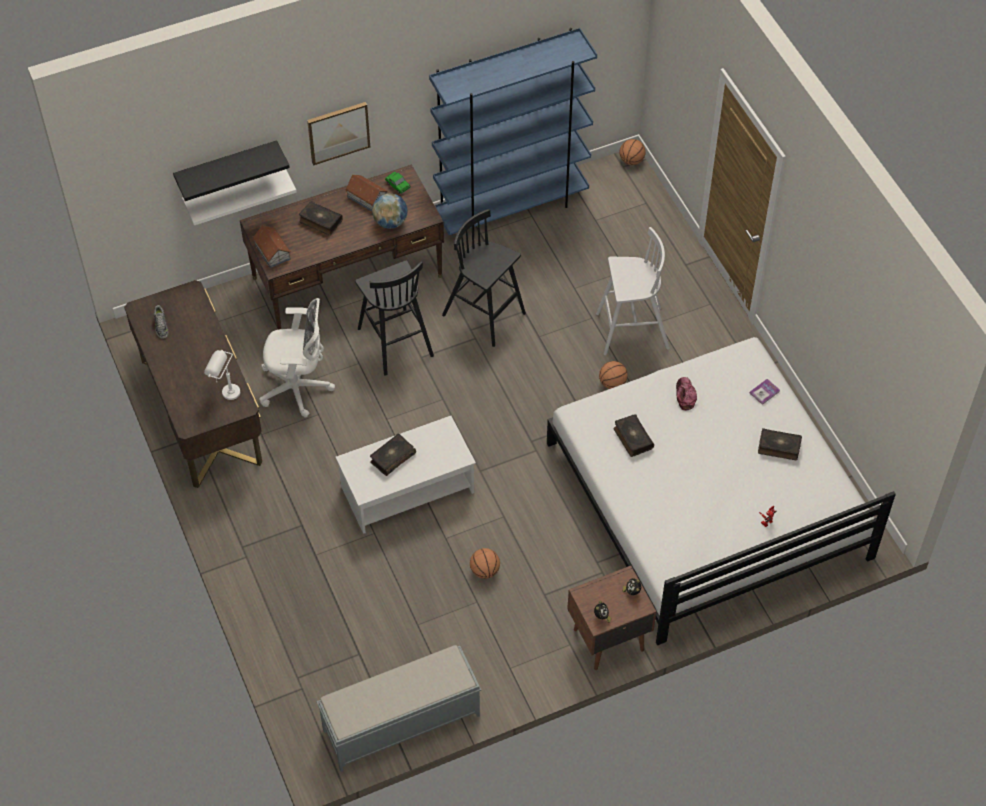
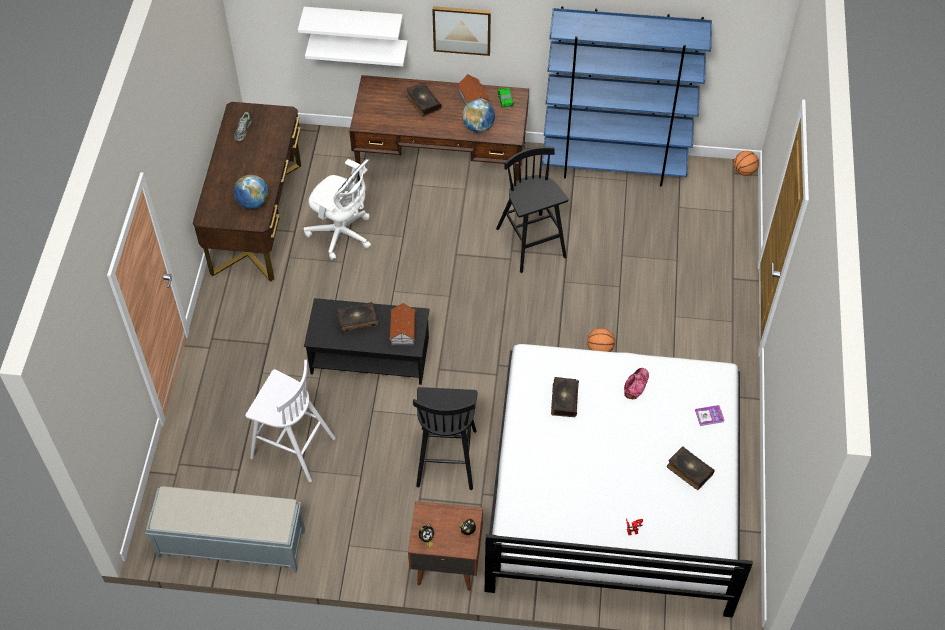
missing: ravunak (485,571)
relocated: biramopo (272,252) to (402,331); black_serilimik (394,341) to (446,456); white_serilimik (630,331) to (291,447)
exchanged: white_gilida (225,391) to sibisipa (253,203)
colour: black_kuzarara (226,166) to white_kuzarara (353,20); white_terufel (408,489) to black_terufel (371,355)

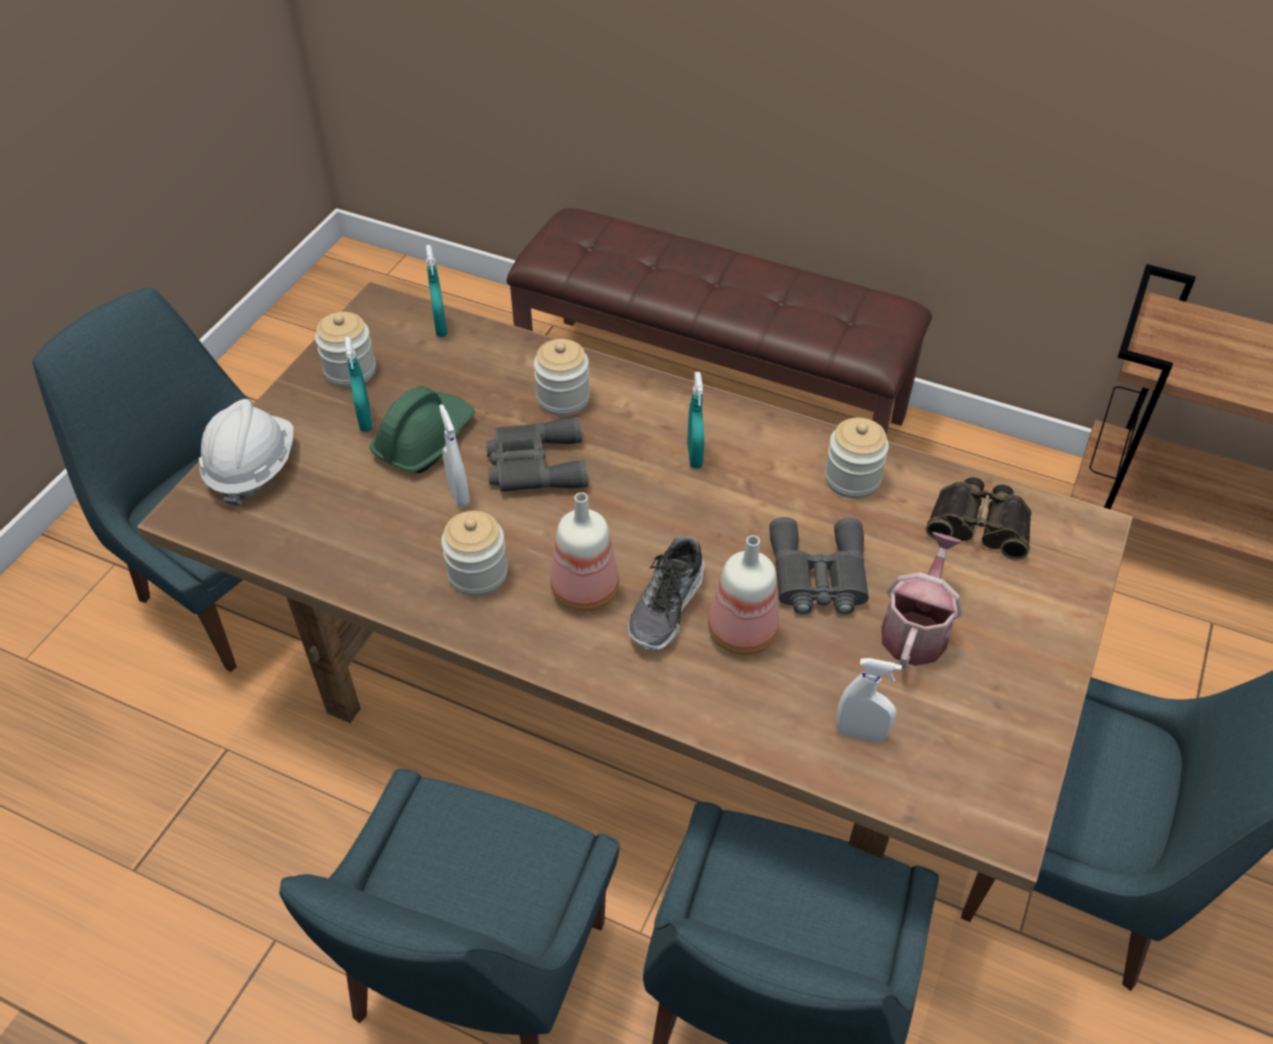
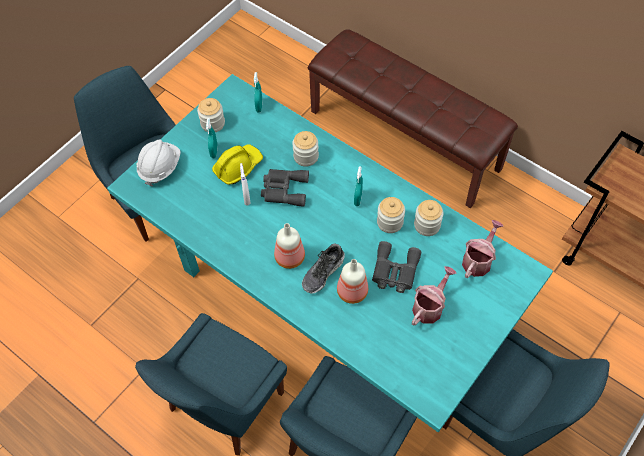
missing: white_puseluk (861,733)
relocated: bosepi (478,574) to (390,222)
exchanged: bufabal (980,523) to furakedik (478,260)
colour: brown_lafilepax (640,706) to turquoise_lafilepax (325,296); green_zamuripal (424,440) to yellow_zamuripal (238,167)

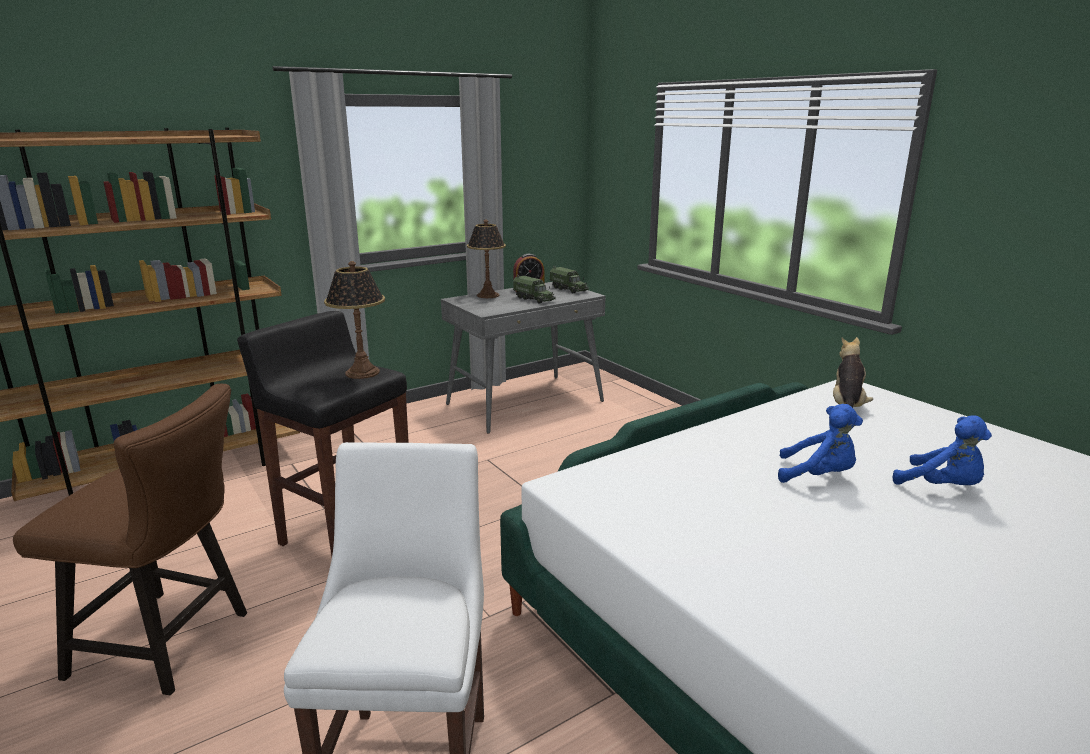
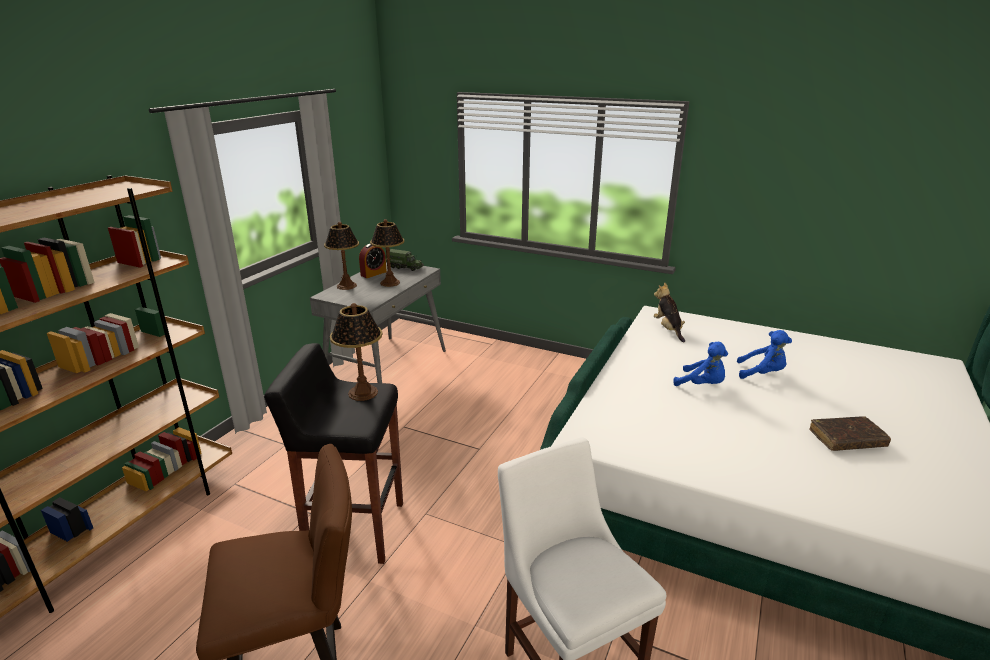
appeared: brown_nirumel (847,439)
exchanged: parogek (534,299) to gilida (390,283)
spun: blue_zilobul (818,476) = (702,385) 45 degrees clockwise

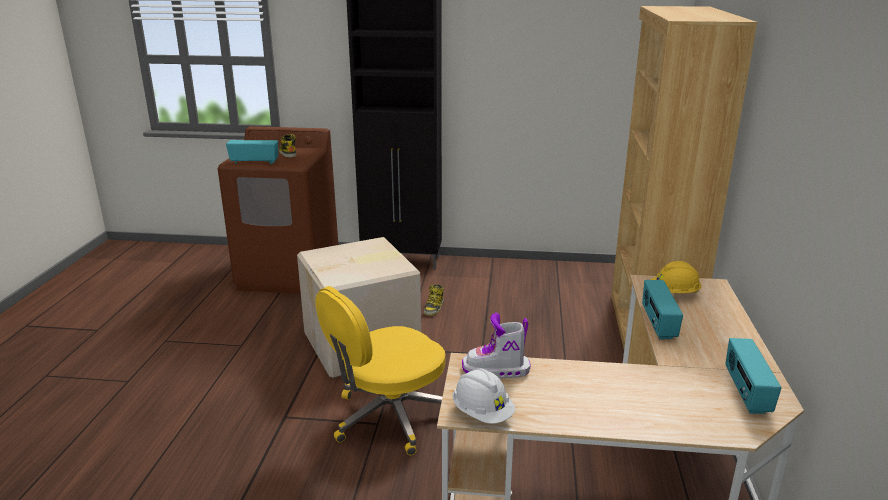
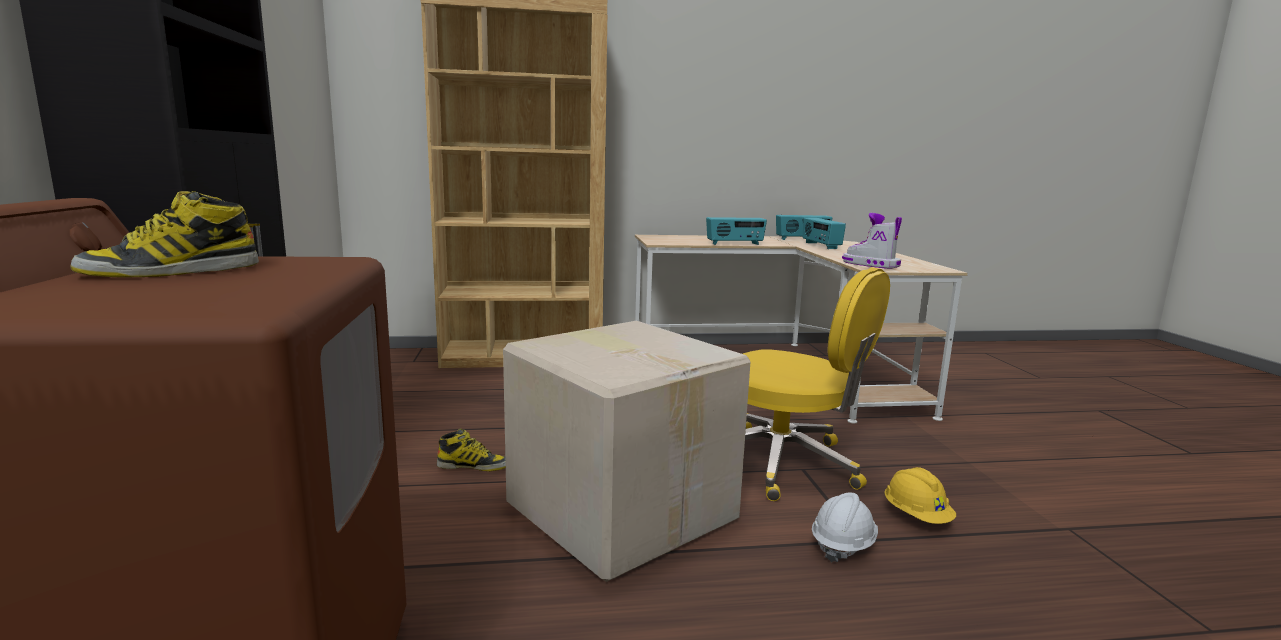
relocated: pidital (254,162) to (820,245); white_zamuripal (482,413) to (842,545); yellow_zamuripal (673,294) to (916,516)
spun: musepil (496,370) = (870,264) 150 degrees clockwise

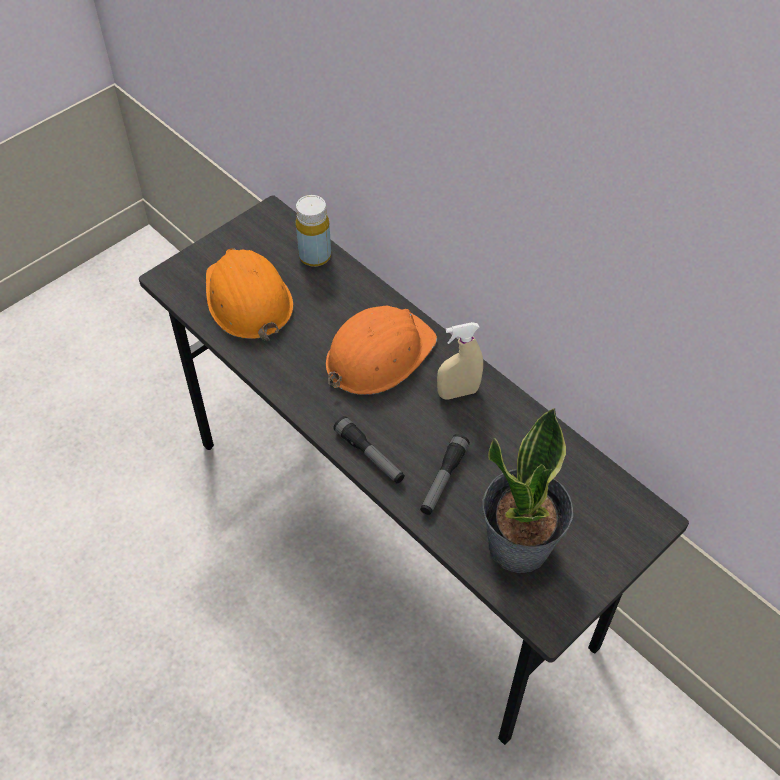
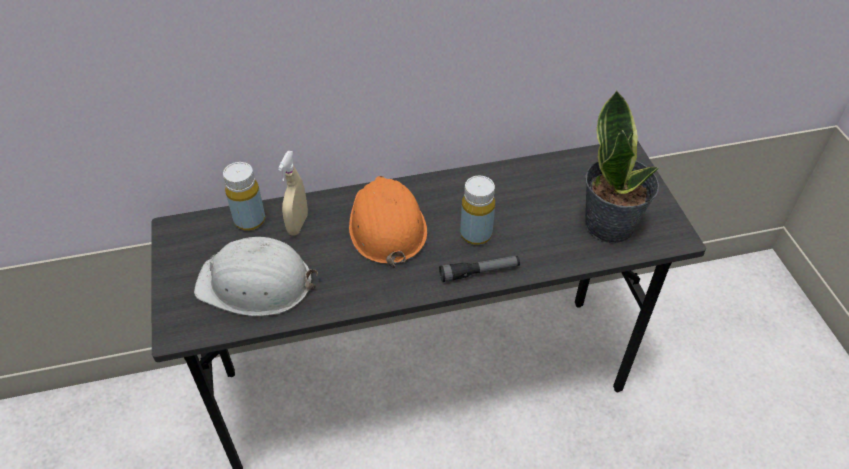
missing: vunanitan (443,479)
appeared: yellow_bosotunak (476,234)
relocated: beige_puseluk (458,392) to (298,224)
colour: orange_zamuripal (247,300) to white_zamuripal (256,284)

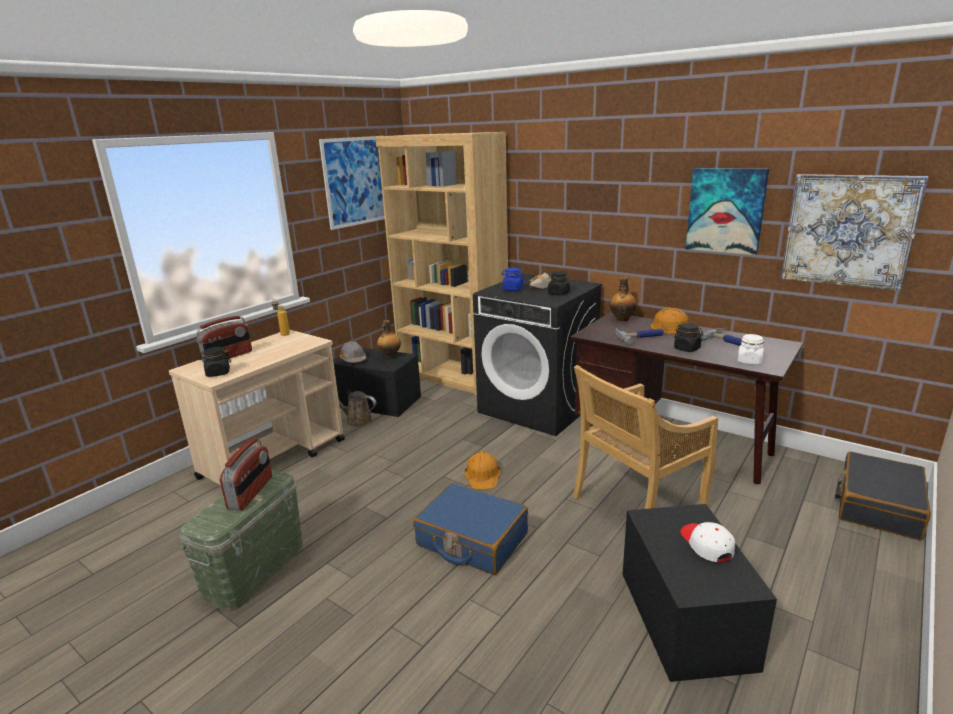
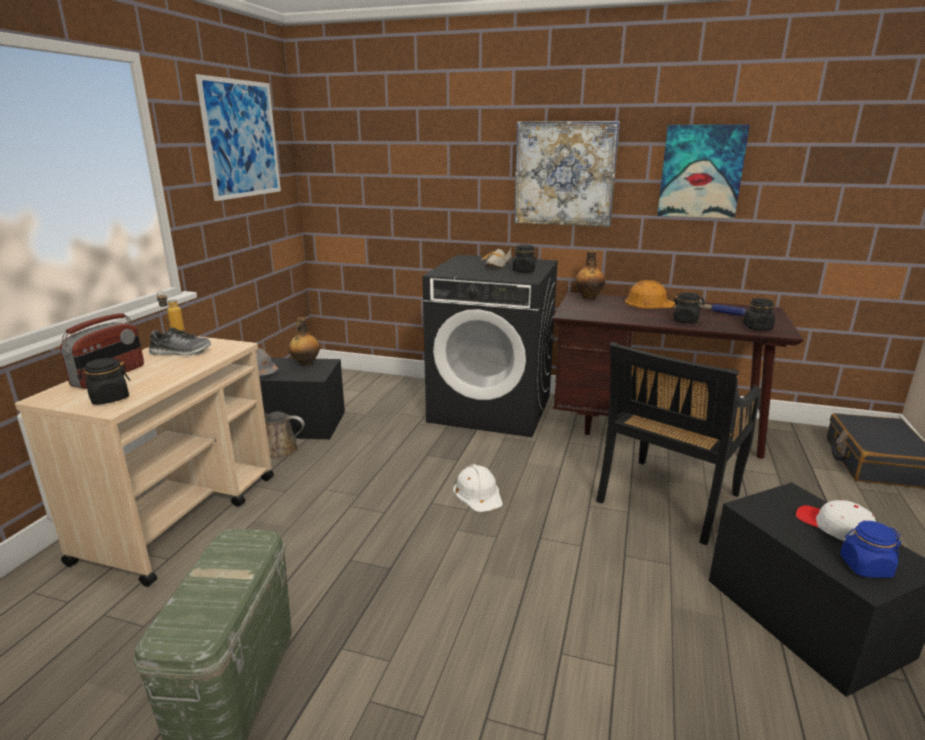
missing: pidital (251,493); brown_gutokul (453,376); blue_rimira (471,540); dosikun (640,337)
appeared: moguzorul (181,352)
relocated: blue_bosepi (512,289) to (865,567); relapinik (848,230) to (564,174)
colour: orange_zamuripal (483,475) to white_zamuripal (478,493); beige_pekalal (636,505) to black_pekalal (667,500); white_bosepi (749,361) to black_bosepi (757,327)

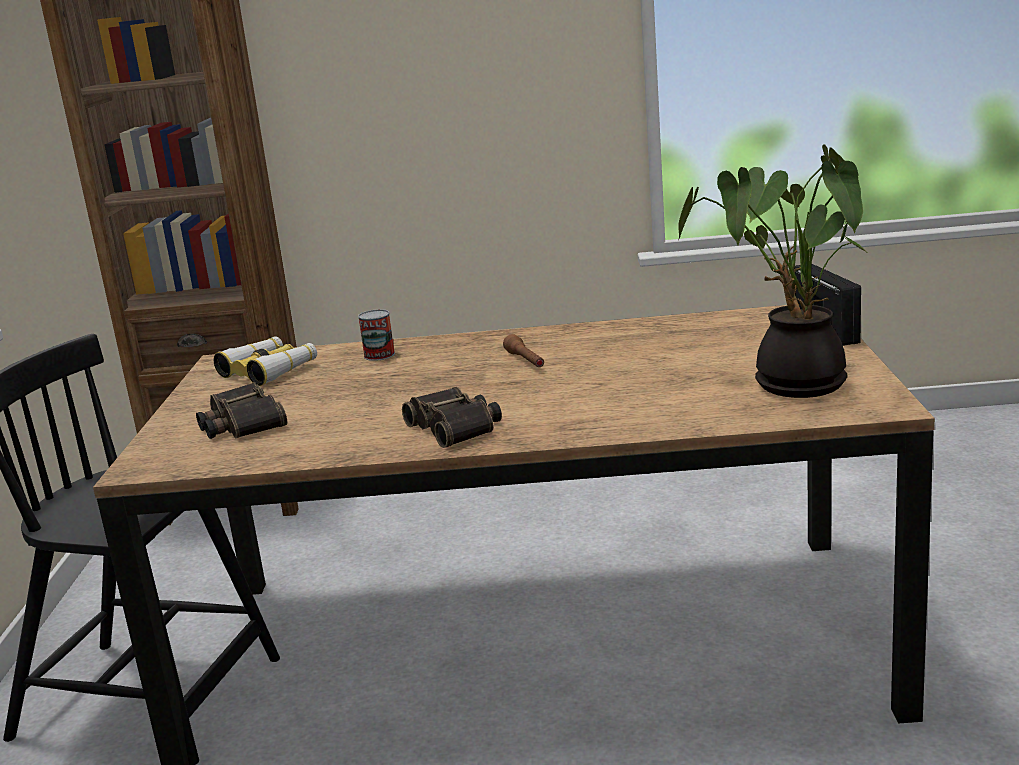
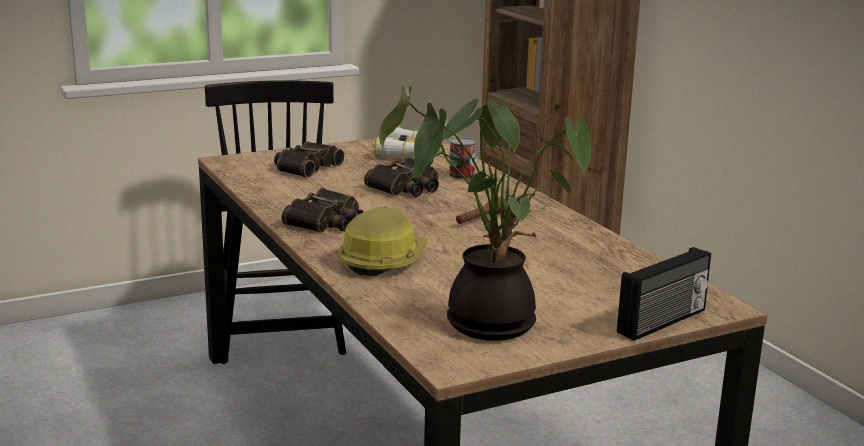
appeared: zamuripal (383,261); bufabal (406,187)

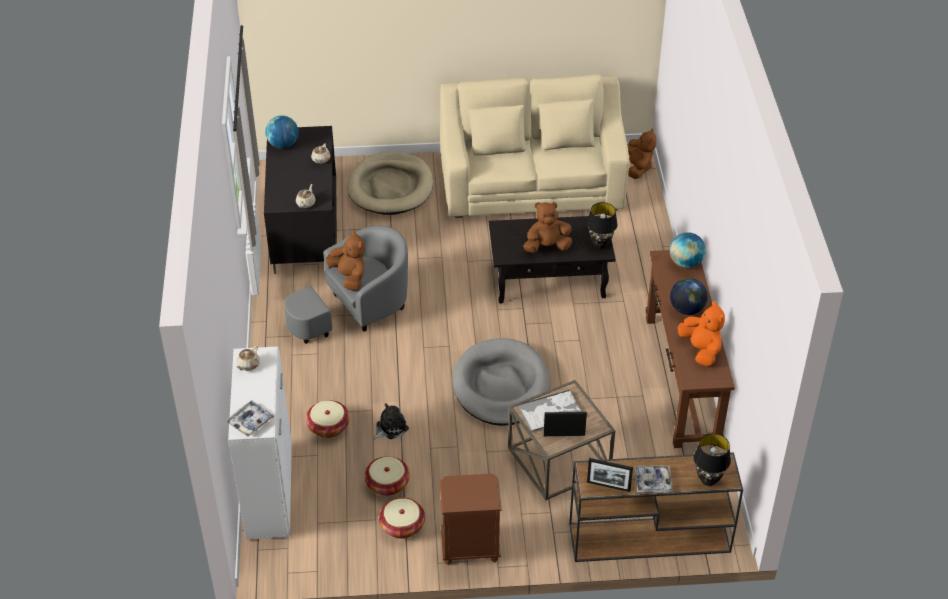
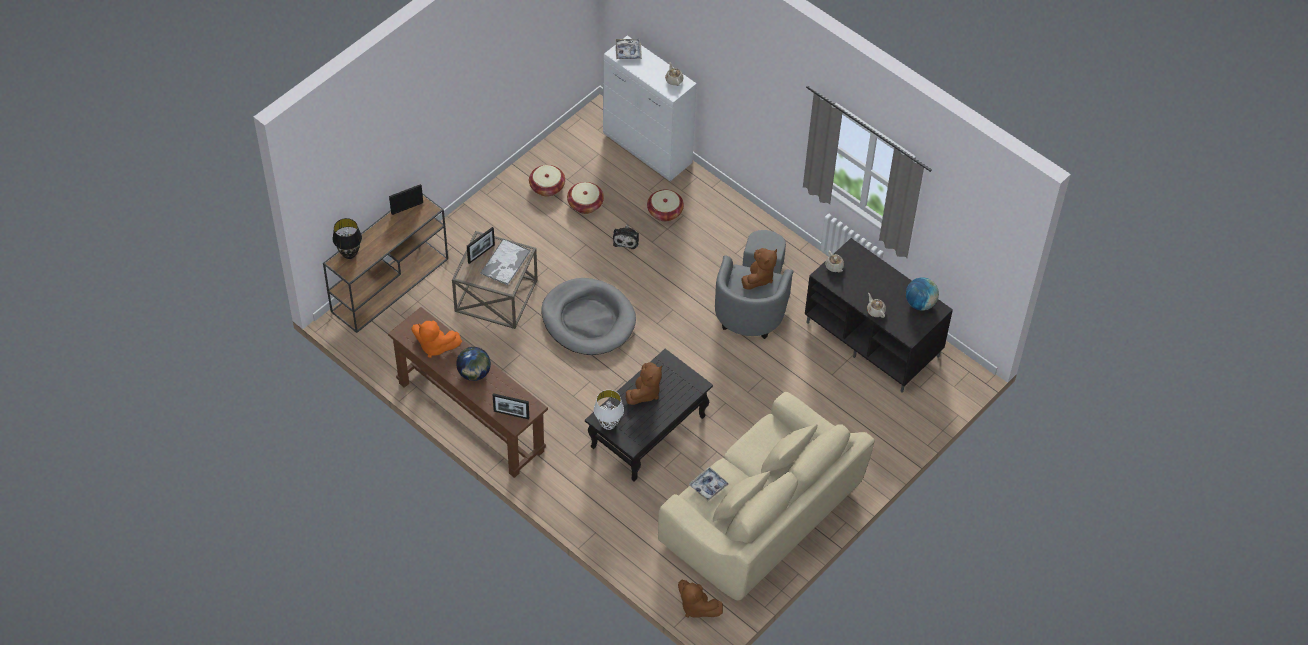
missing: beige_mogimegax (390,187); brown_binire (470,548)
relocated: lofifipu (652,482) to (708,486)
exchanged: sibisipa (685,263) to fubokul (511,414)
colour: black_gilida (600,244) to white_gilida (609,424)
spun: brown_zilobul (349,277) = (758,277) 75 degrees counterclockwise

